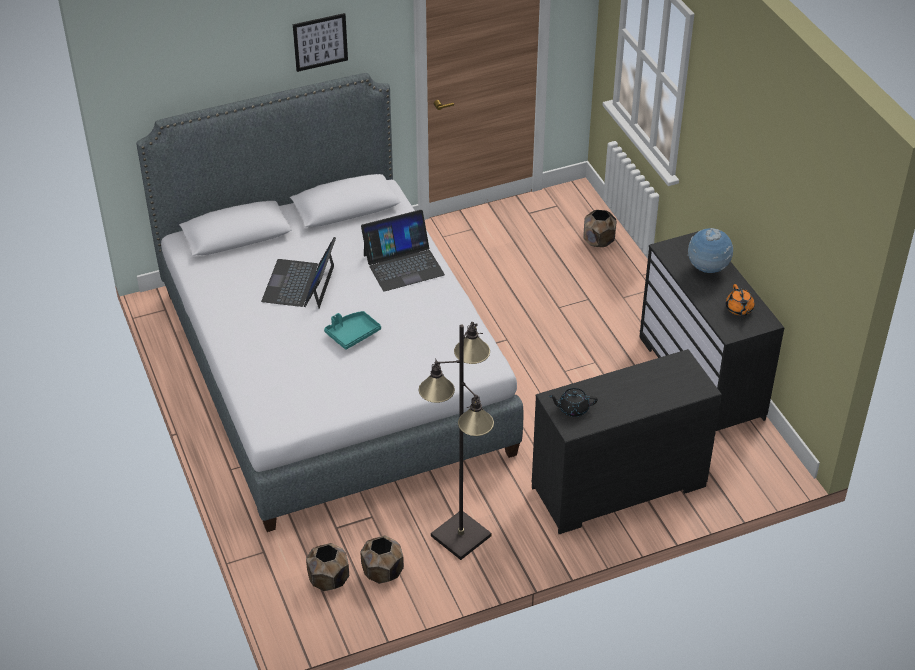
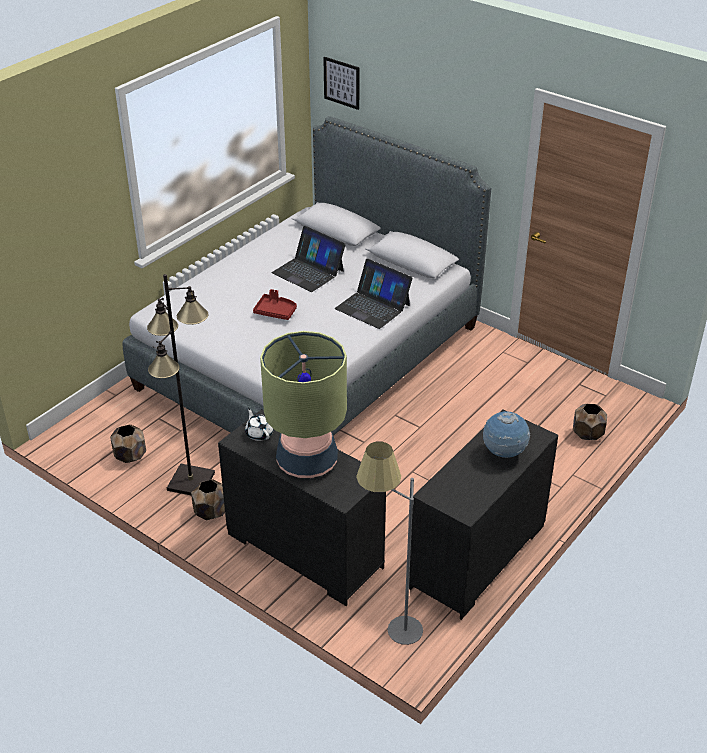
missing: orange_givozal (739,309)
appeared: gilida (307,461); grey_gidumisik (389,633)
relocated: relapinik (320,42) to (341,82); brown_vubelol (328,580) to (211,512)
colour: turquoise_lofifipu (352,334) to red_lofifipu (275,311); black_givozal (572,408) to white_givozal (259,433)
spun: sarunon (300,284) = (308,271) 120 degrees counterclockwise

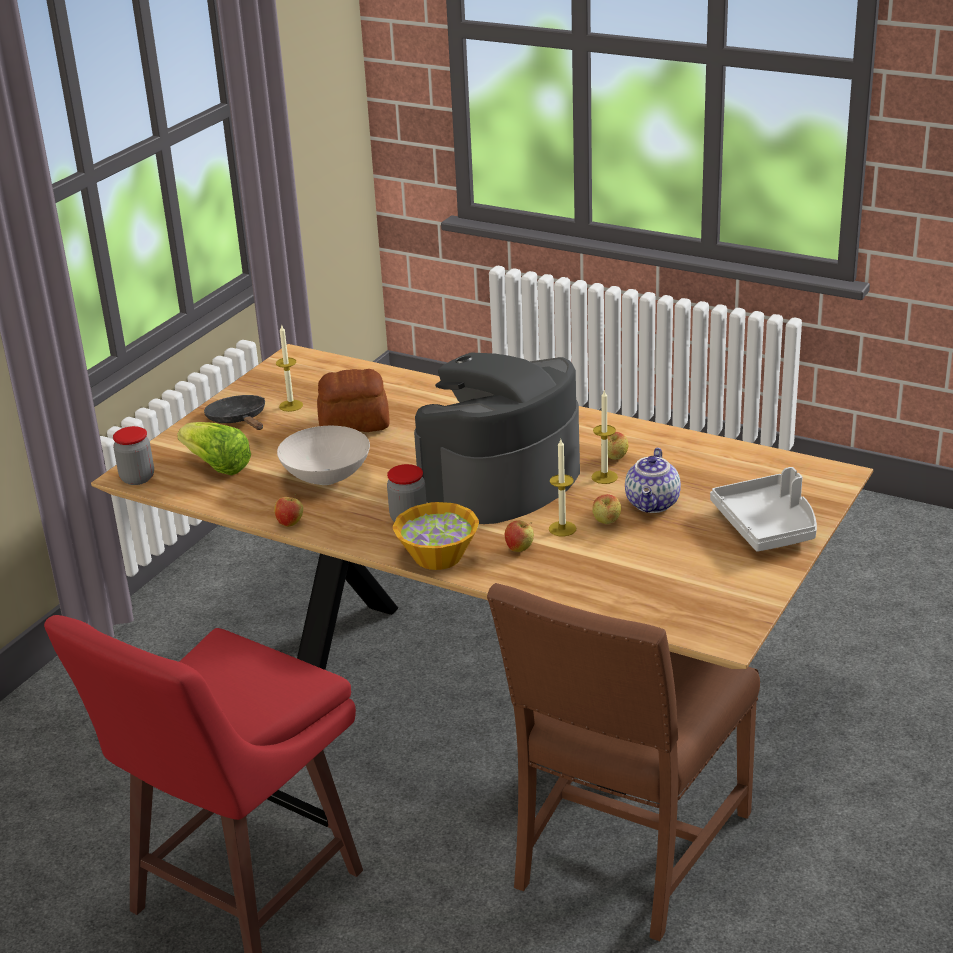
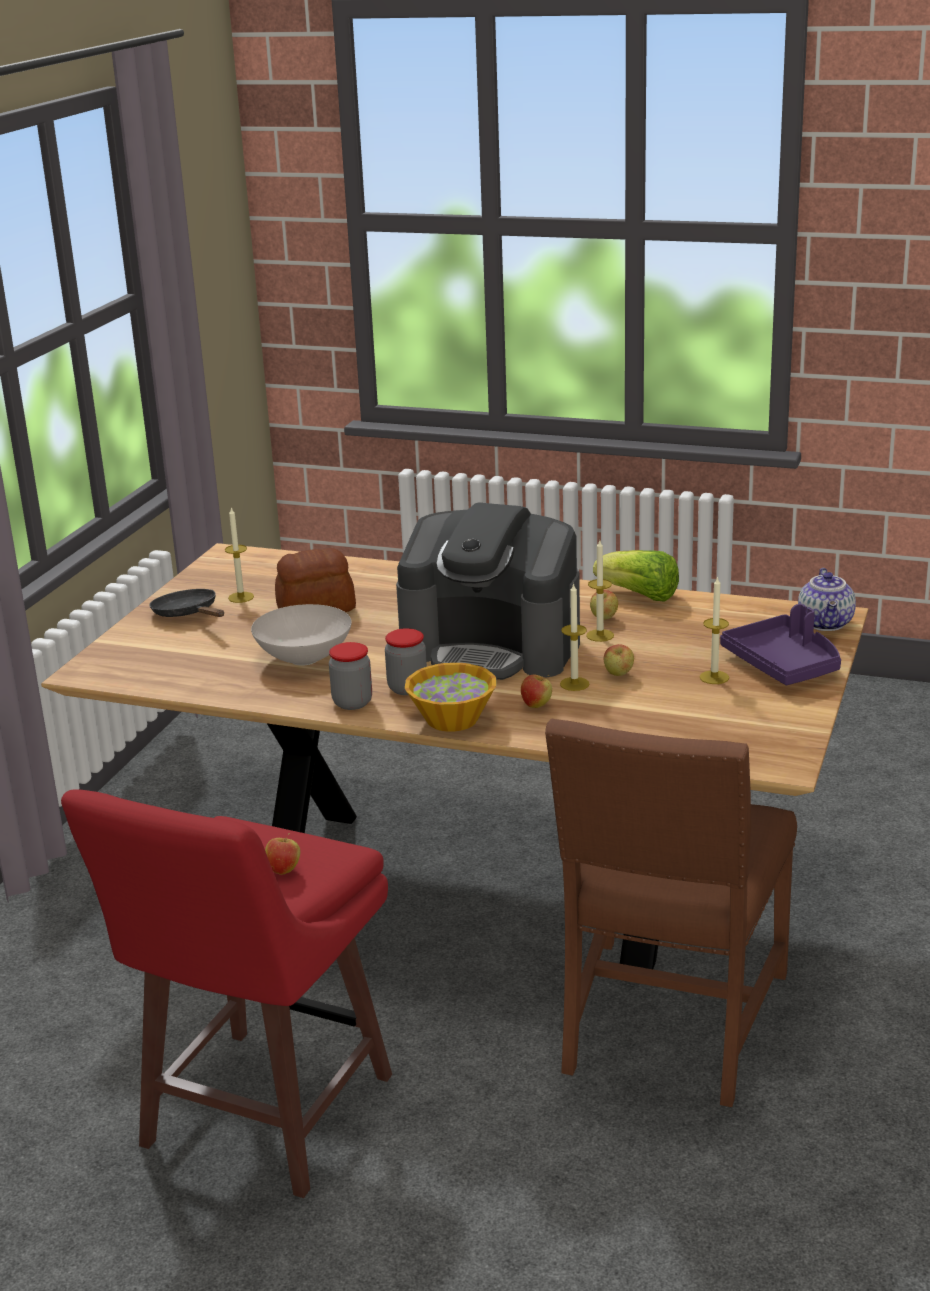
appeared: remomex (714,677)
relocated: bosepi (137,478) to (352,702); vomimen (217,466) to (639,596); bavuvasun (290,523) to (284,870); givozal (653,504) to (827,623)
colour: grey_lofifipu (767,525) to purple_lofifipu (784,664)
spun: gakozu (500,481) = (492,647) 105 degrees counterclockwise

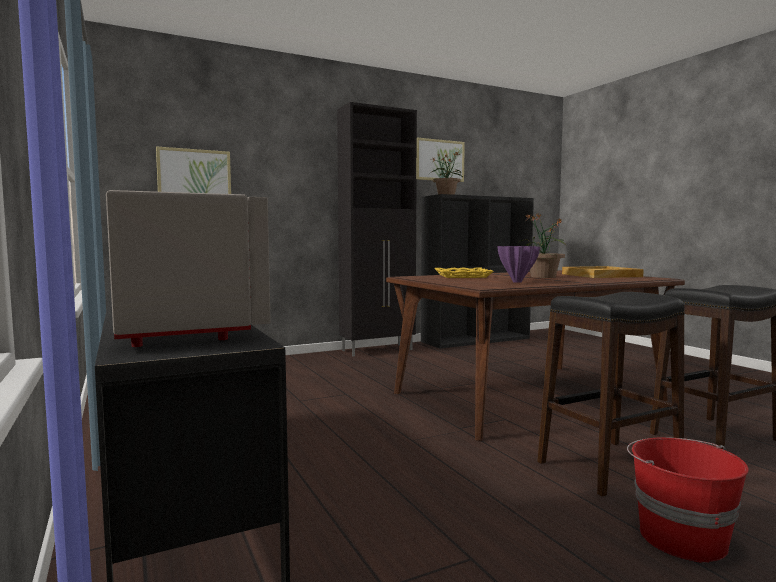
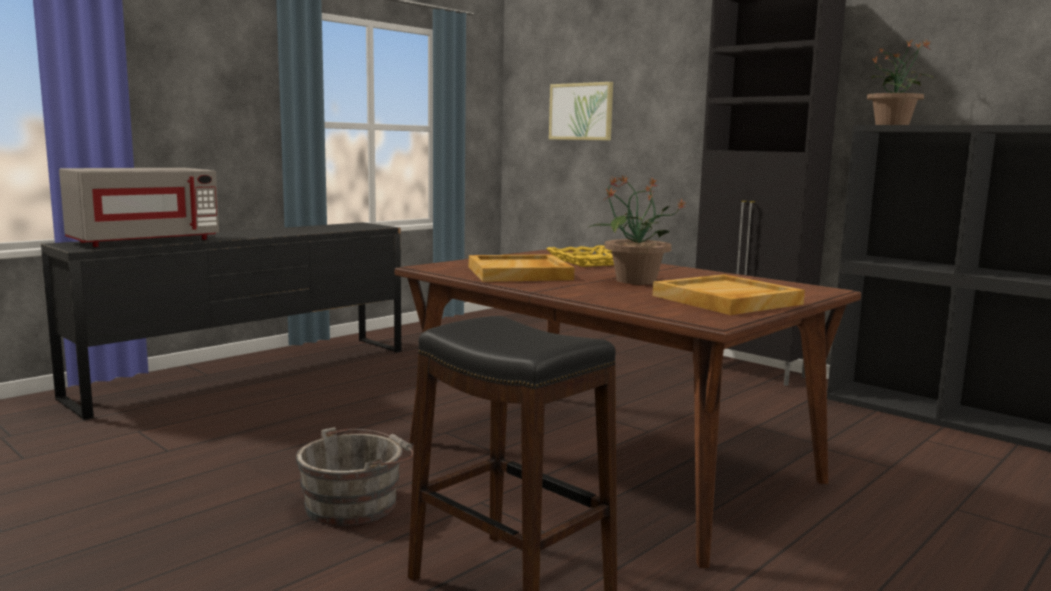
missing: relapinik (439,160); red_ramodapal (680,537)
exchanged: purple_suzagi (516,282) to beige_lofifipu (520,273); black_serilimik (609,467) to grey_ramodapal (356,503)

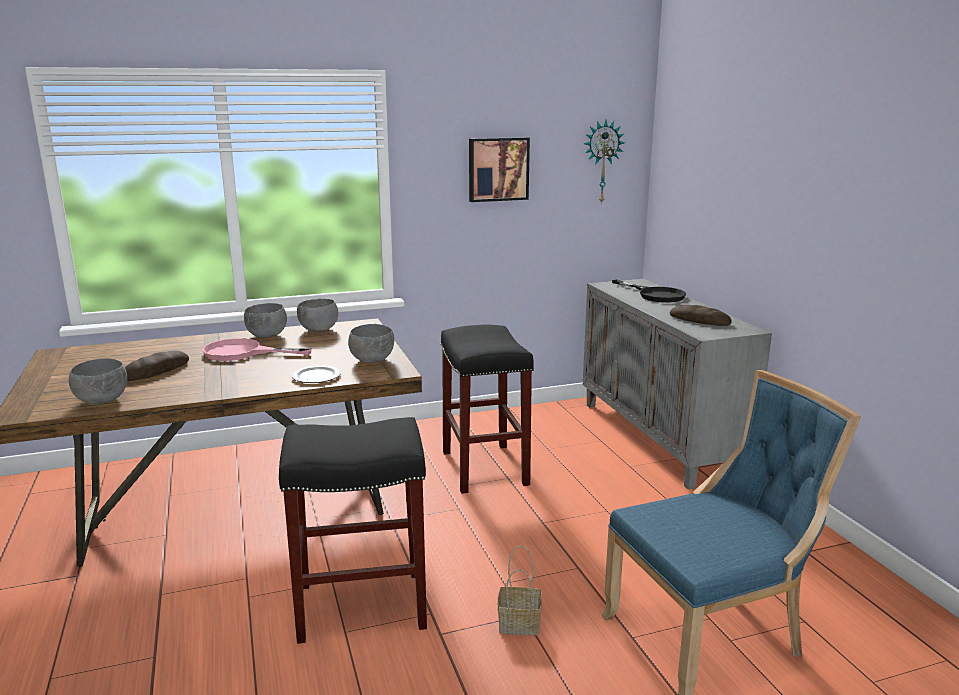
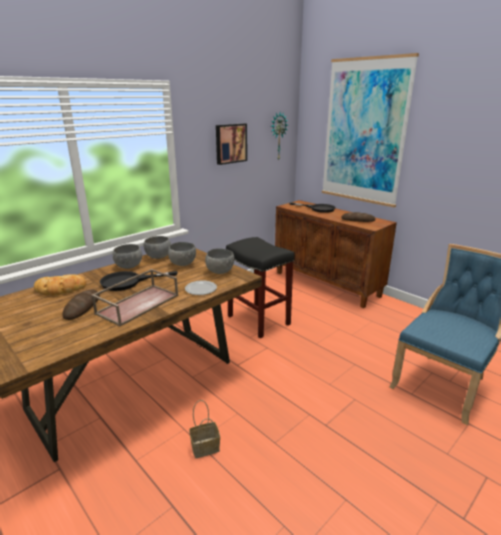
missing: black_serilimik (359,606)
appeared: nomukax (60,289); brown_lofifipu (138,303); relapinik (364,132)
relocated: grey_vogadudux (103,401) to (183,264); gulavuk (517,624) to (204,448)
colour: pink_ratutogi (242,353) to black_ratutogi (128,282); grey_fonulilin (660,438) to brown_fonulilin (327,284)

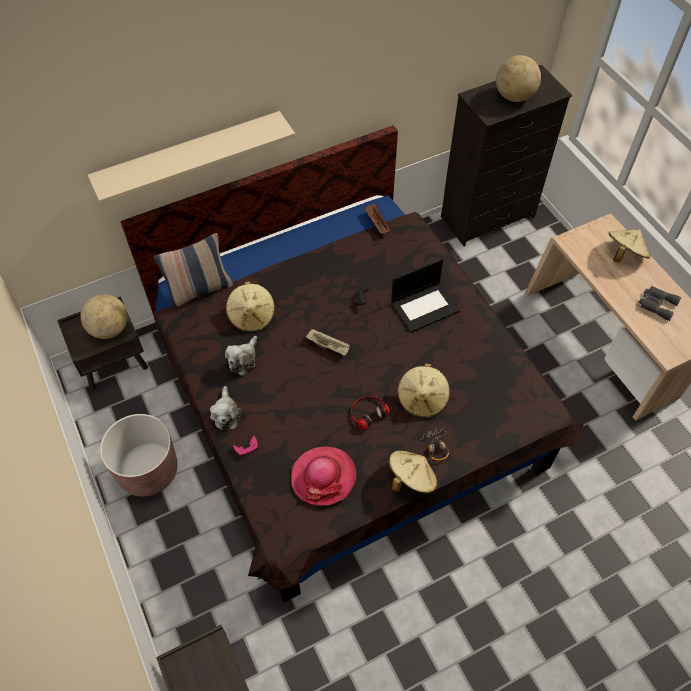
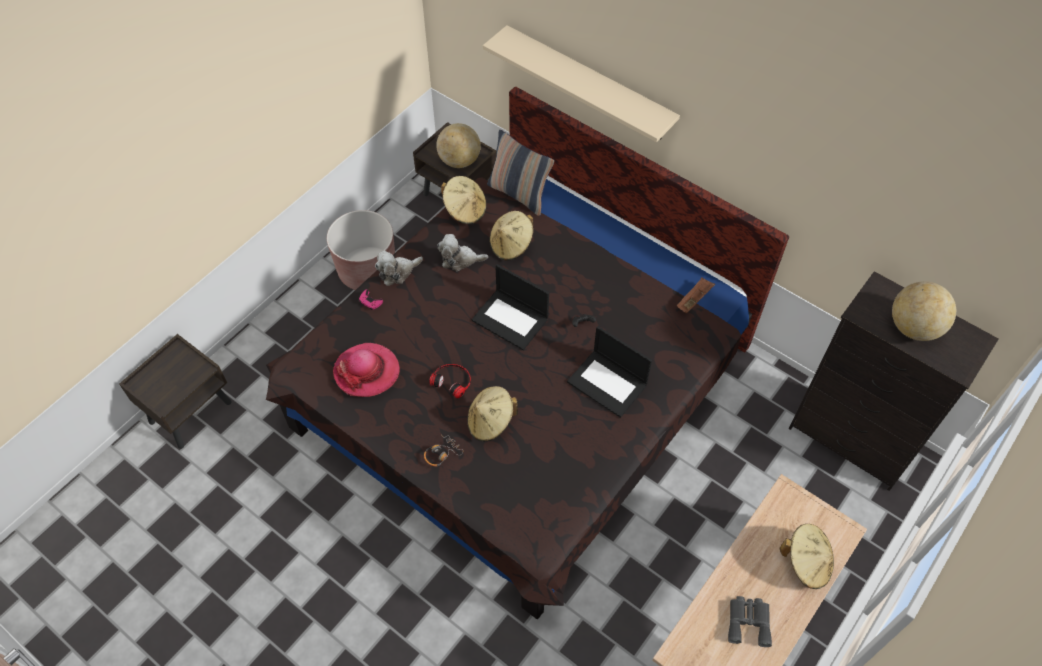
relocated: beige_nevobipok (411,478) to (465,210)
exchanged: beige_lofifipu (329,346) to sarunon (511,319)

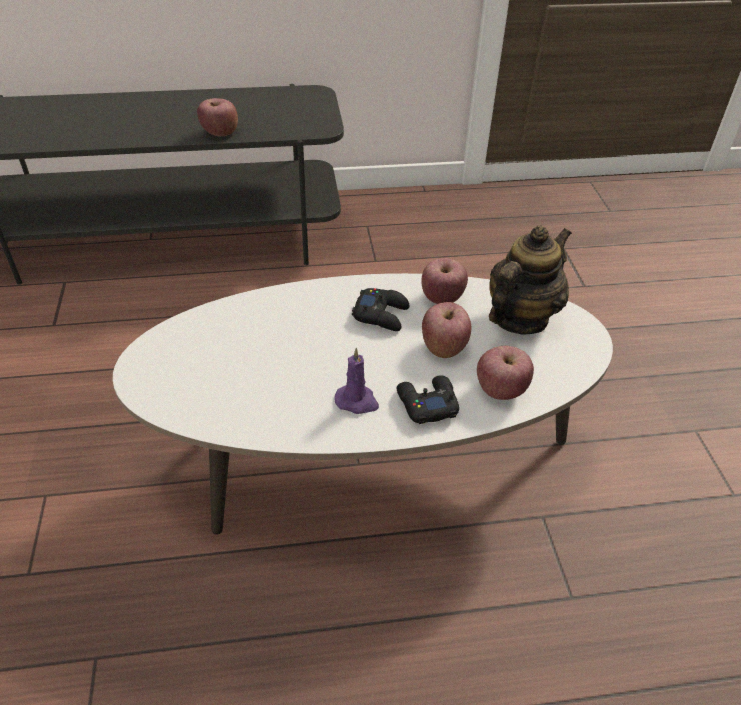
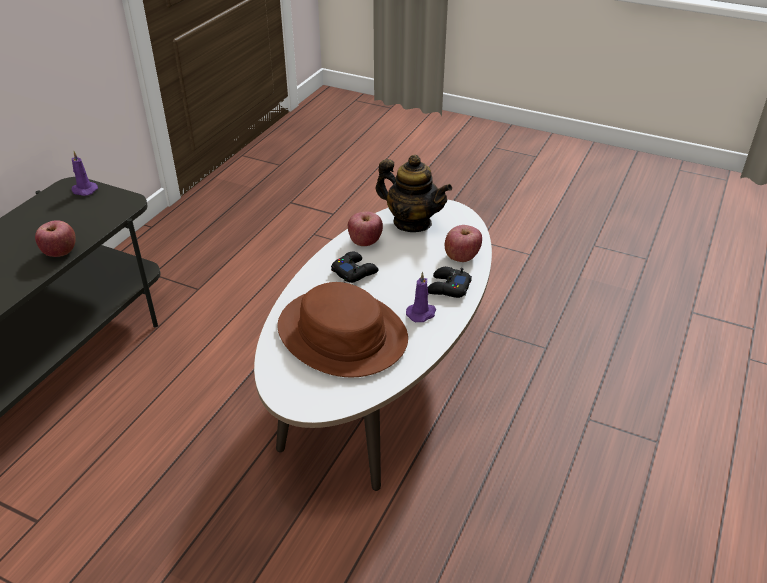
missing: bavuvasun (444,347)
appeared: purple_remomex (84,190); brown_nevobipok (342,333)
spun: givozal (519,318) = (412,223) 135 degrees clockwise

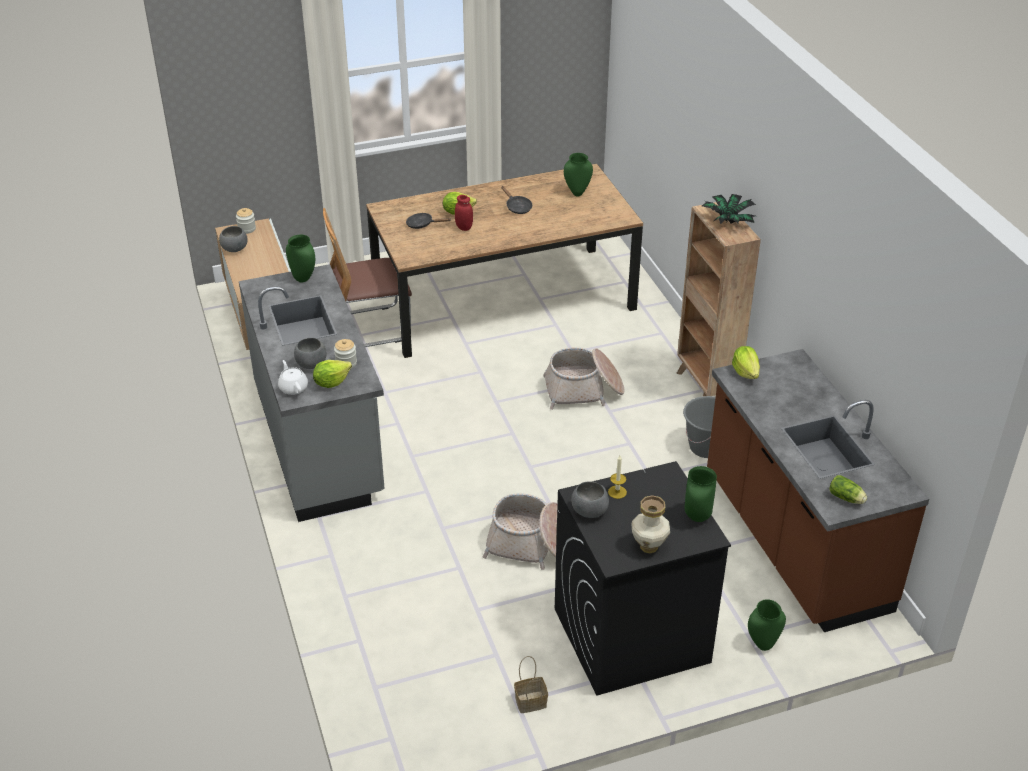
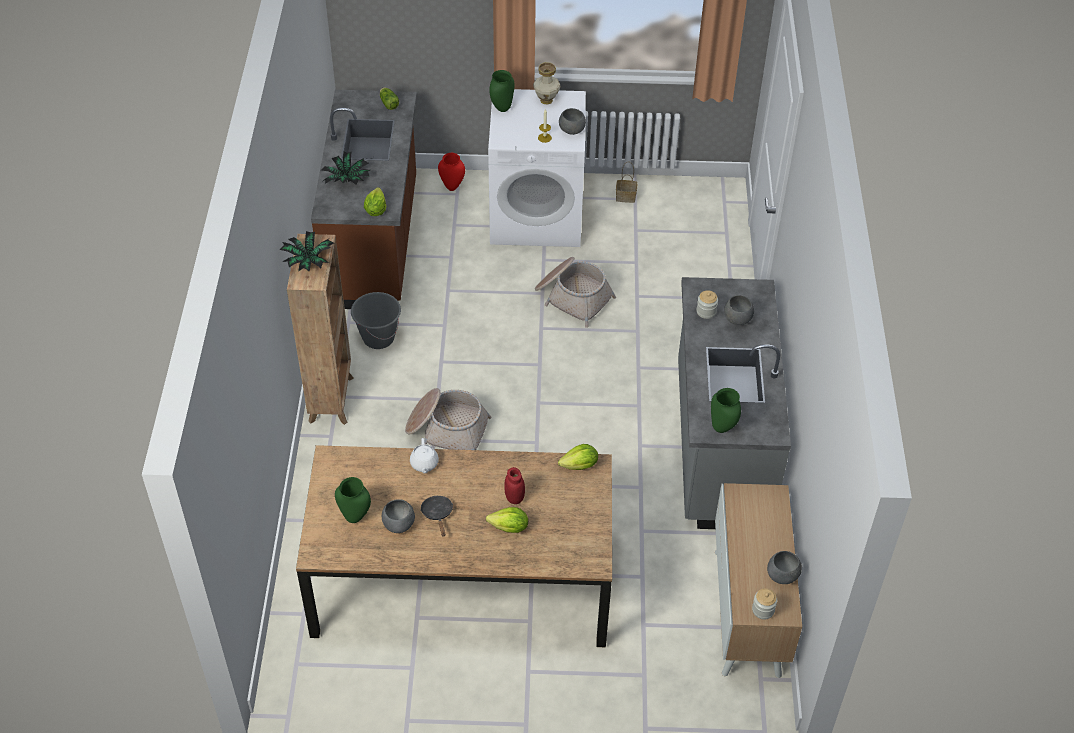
missing: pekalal (370,328); black_ratutogi (422,224)
appeared: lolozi (347,181); grey_vogadudux (399,524)
relocated: white_givozal (293,387) to (424,464); vomimen (331,382) to (580,466)
colour: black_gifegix (630,636) to white_gifegix (537,216); green_suzagi (762,645) to red_suzagi (452,187)

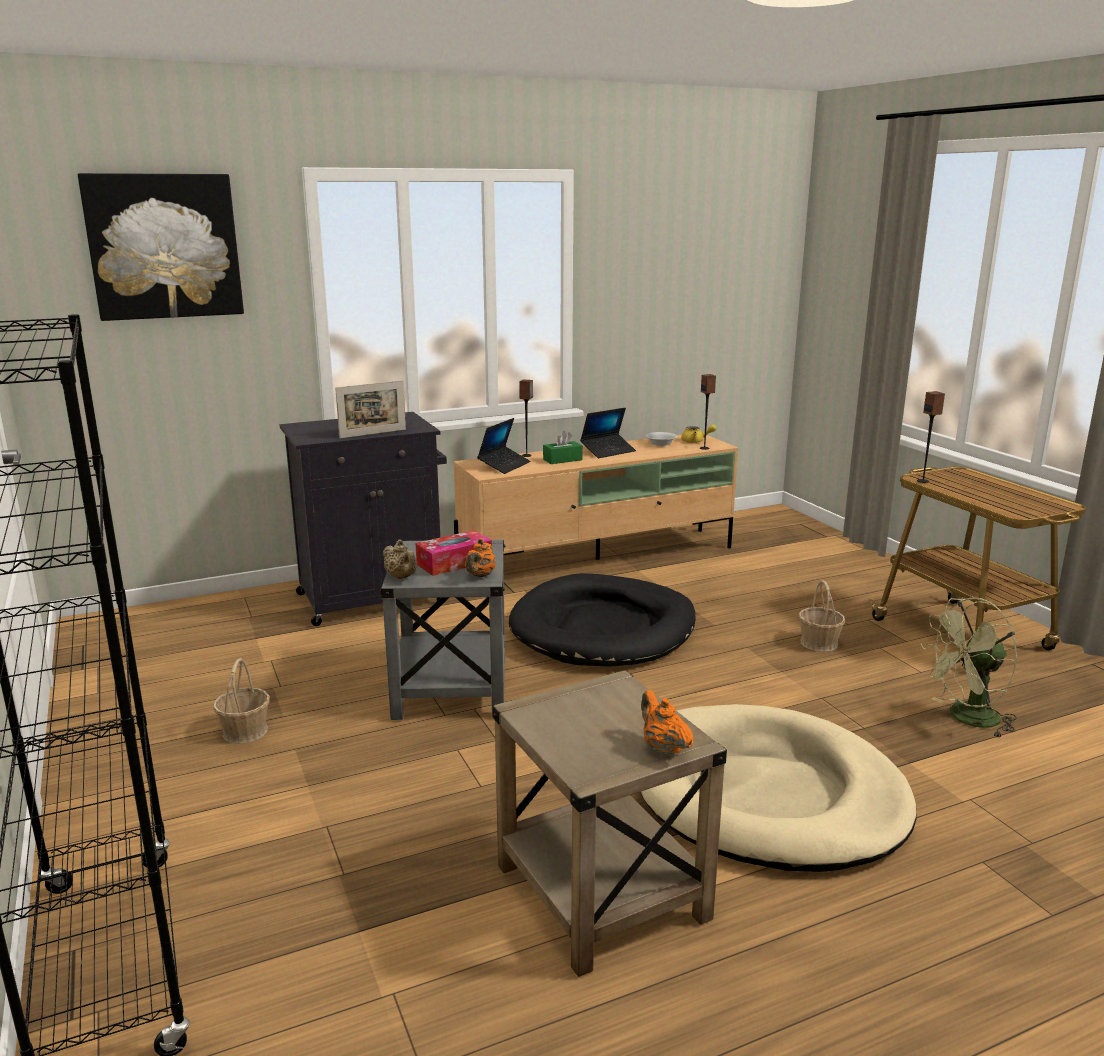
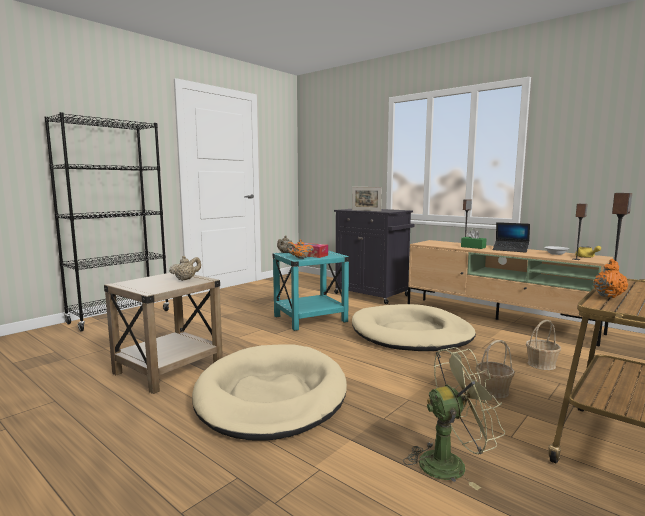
missing: relapinik (164,246); sarunon (504,465)
appeared: beige_givozal (186,279)
relocated: gulavuk (245,731) to (541,364); orange_givozal (663,748) to (609,296)
colour: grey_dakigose (451,689) to turquoise_dakigose (309,319); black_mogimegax (603,628) to beige_mogimegax (411,333)
spun: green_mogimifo (966,719) = (451,463) 120 degrees clockwise

